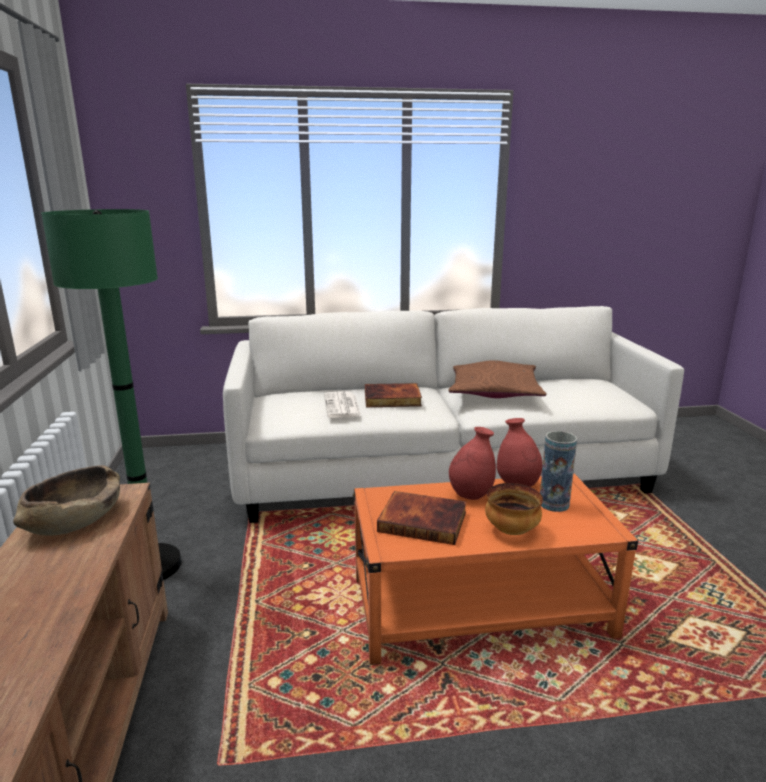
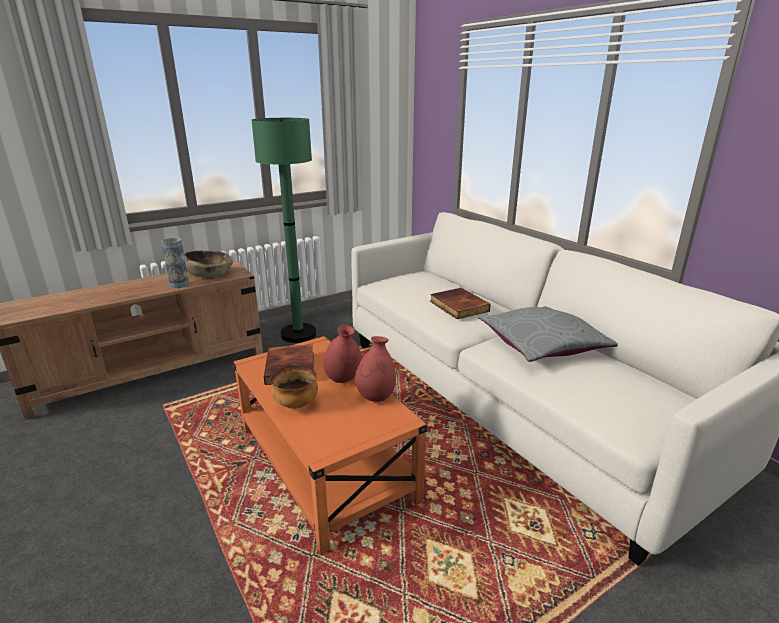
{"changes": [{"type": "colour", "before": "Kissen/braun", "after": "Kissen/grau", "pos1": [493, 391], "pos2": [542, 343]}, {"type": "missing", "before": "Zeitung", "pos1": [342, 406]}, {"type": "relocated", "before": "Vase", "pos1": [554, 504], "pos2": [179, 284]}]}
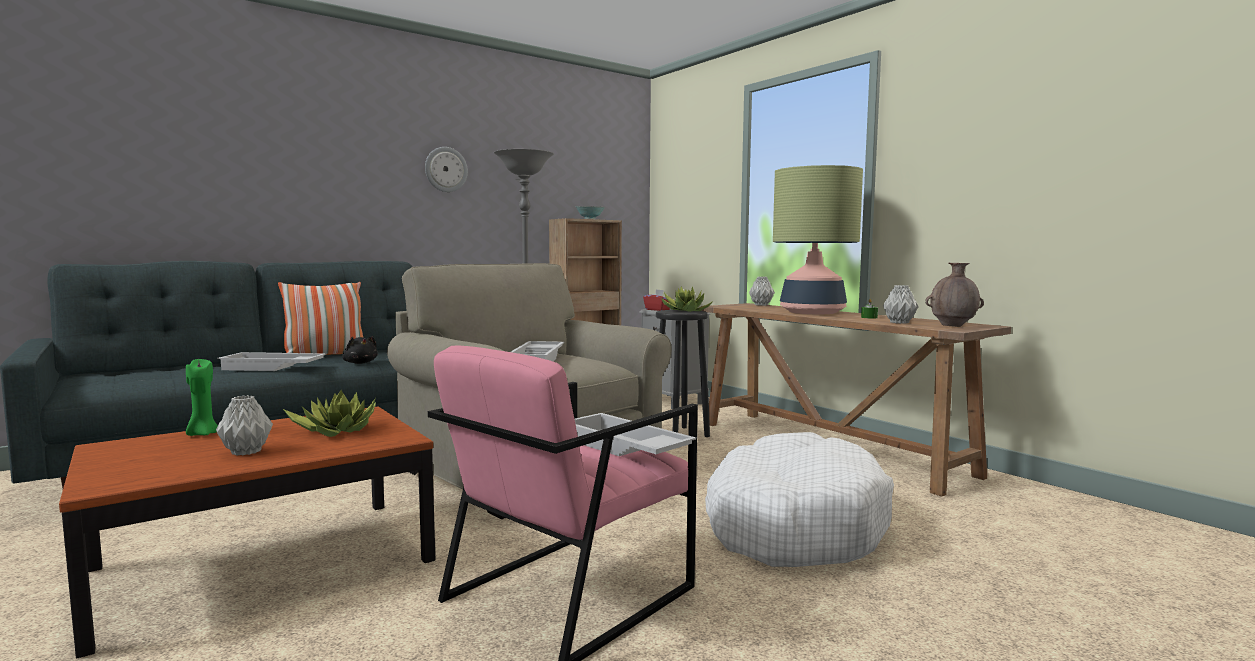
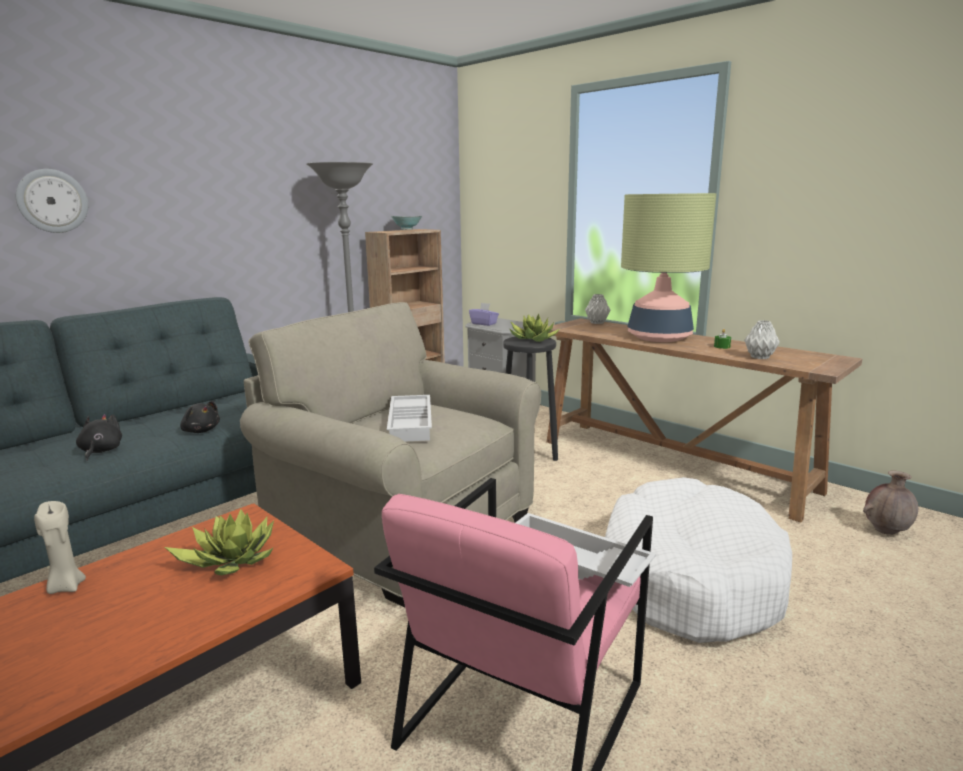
{"changes": [{"type": "relocated", "before": "Wanduhr", "pos1": [446, 169], "pos2": [52, 201]}, {"type": "relocated", "before": "Vase/braun", "pos1": [953, 326], "pos2": [886, 531]}, {"type": "missing", "before": "Kissen", "pos1": [325, 356]}, {"type": "colour", "before": "Taschentuchbox/rot", "after": "Taschentuchbox/lila", "pos1": [657, 310], "pos2": [484, 323]}, {"type": "exchanged", "before": "Tablett/weiß", "after": "Plüschtier/schwarz", "pos1": [271, 368], "pos2": [100, 451]}, {"type": "colour", "before": "Kerze/grün", "after": "Kerze/beige", "pos1": [202, 434], "pos2": [66, 587]}, {"type": "missing", "before": "Vase/grau", "pos1": [247, 452]}]}
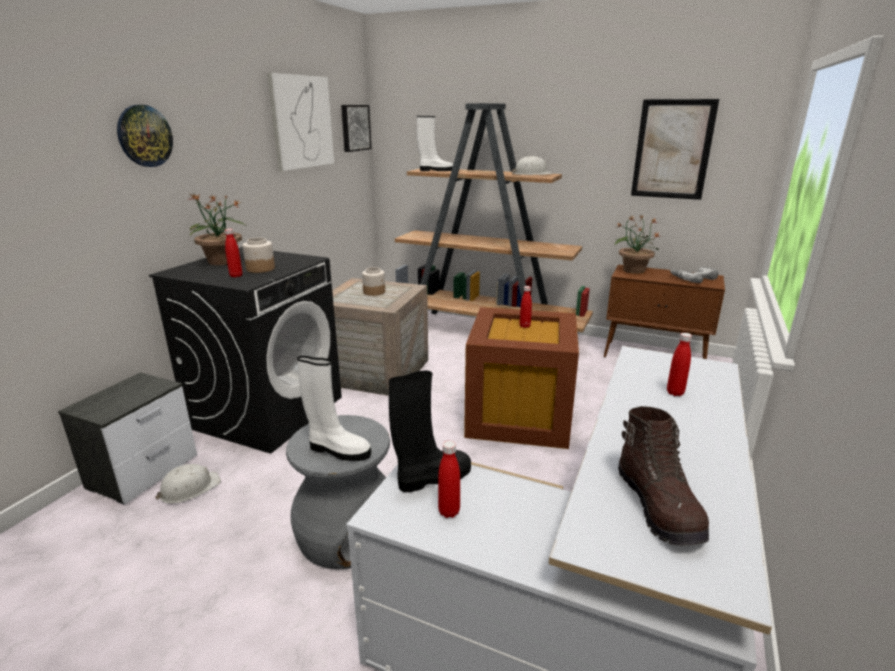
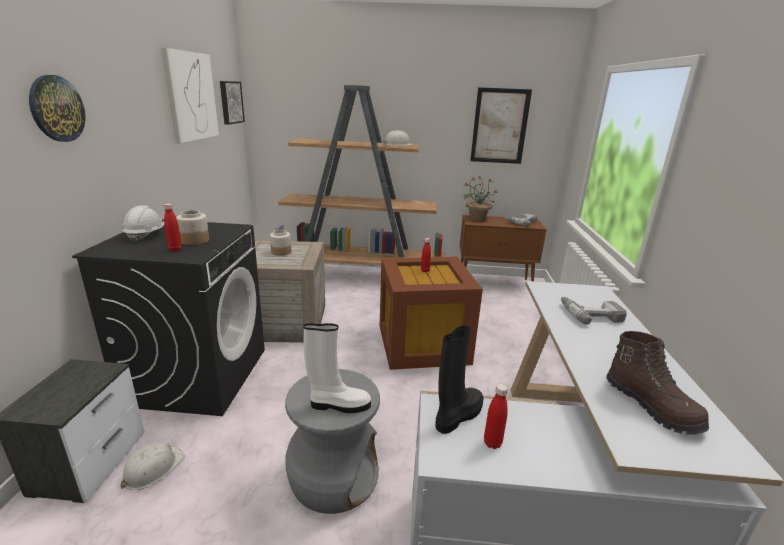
{"changes": [{"type": "missing", "before": "Stiefel/weiß", "pos1": [435, 170]}, {"type": "exchanged", "before": "Topfpflanze", "after": "Schutzhelm/weiß", "pos1": [222, 262], "pos2": [146, 236]}, {"type": "exchanged", "before": "Flasche/rot", "after": "Bohrmaschine", "pos1": [675, 393], "pos2": [589, 314]}]}
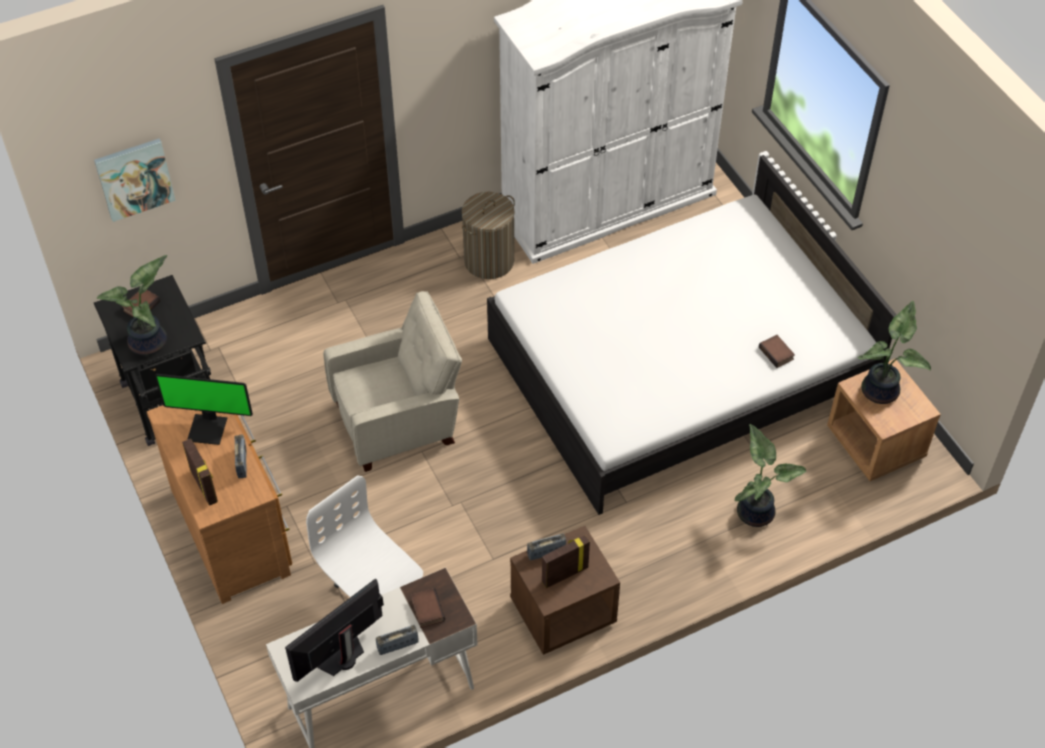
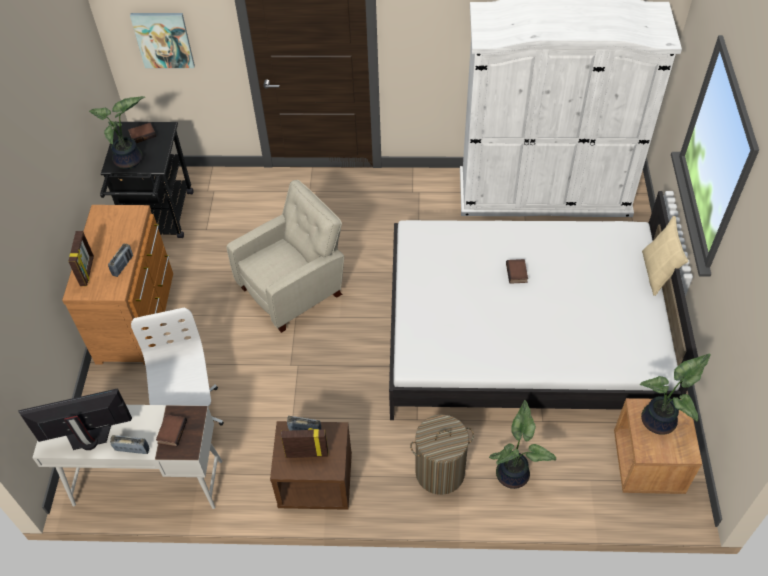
{"changes": [{"type": "relocated", "before": "Wäschekorb", "pos1": [489, 261], "pos2": [440, 472]}, {"type": "spun", "before": "Sessel/beige", "pos1": [399, 422], "pos2": [294, 290], "turn": -45}, {"type": "relocated", "before": "Buch", "pos1": [777, 353], "pos2": [517, 273]}, {"type": "missing", "before": "Monitor", "pos1": [208, 428]}, {"type": "appeared", "after": "Kissen/beige", "pos2": [657, 273]}]}
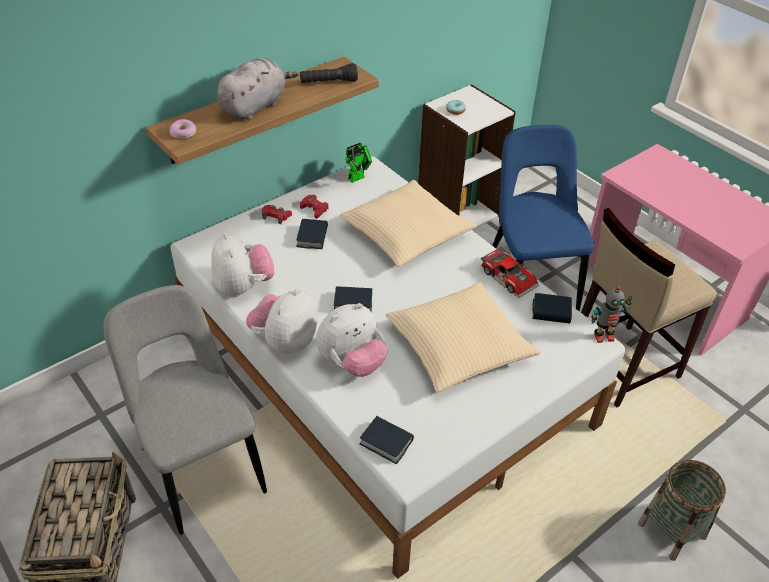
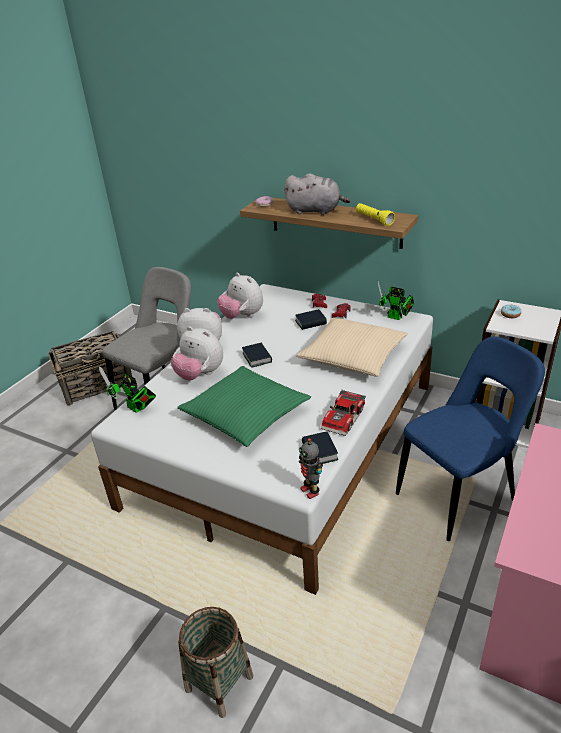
{"changes": [{"type": "colour", "before": "Taschenlampe/schwarz", "after": "Taschenlampe/gelb", "pos1": [328, 82], "pos2": [374, 220]}, {"type": "missing", "before": "Hocker/beige", "pos1": [621, 364]}, {"type": "spun", "before": "Plüschtier", "pos1": [243, 286], "pos2": [242, 316], "turn": 90}, {"type": "colour", "before": "Kissen/beige", "after": "Kissen/grün", "pos1": [459, 346], "pos2": [245, 414]}, {"type": "exchanged", "before": "Buch", "after": "Spielzeugroboter", "pos1": [386, 442], "pos2": [136, 409]}]}
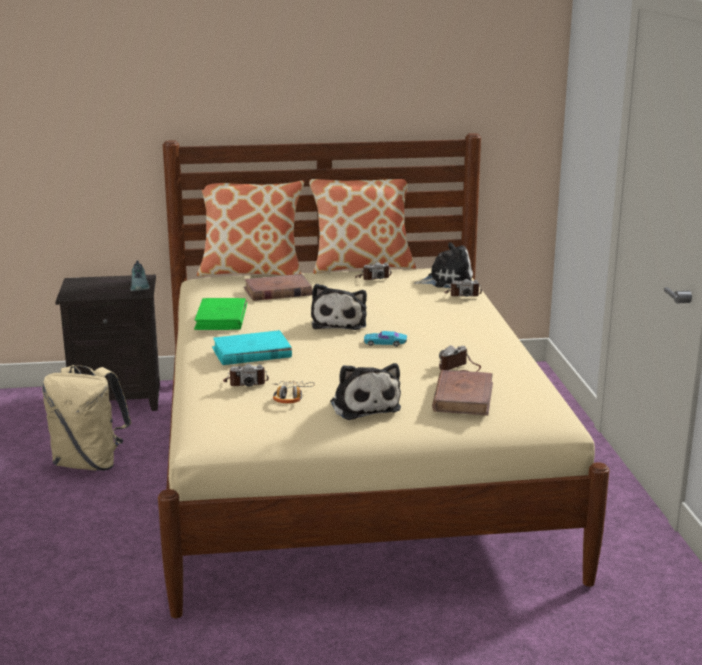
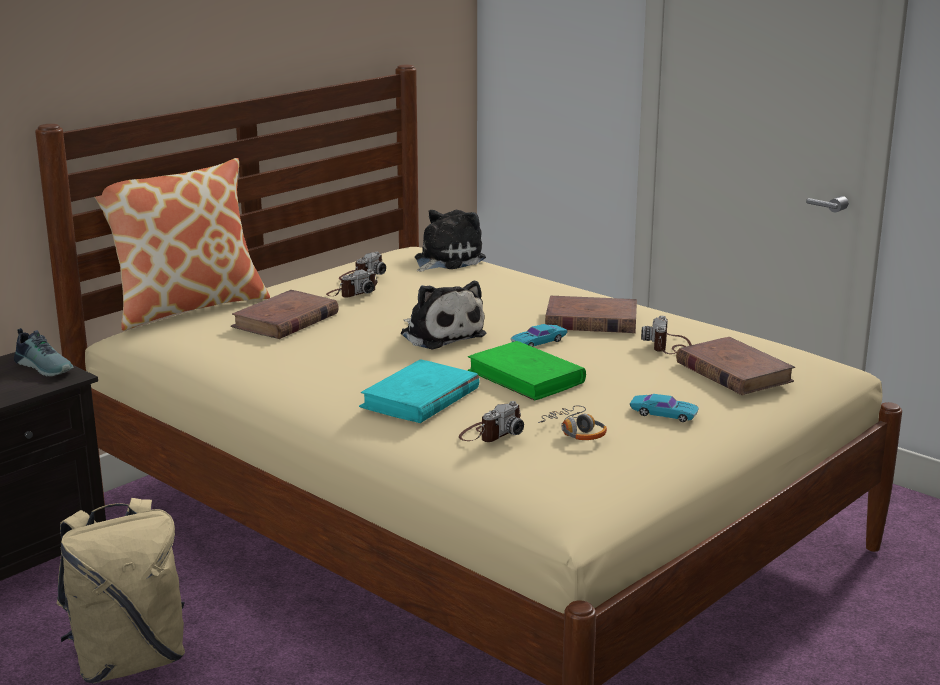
{"changes": [{"type": "missing", "before": "Kissen", "pos1": [362, 266]}, {"type": "relocated", "before": "Kamera", "pos1": [462, 294], "pos2": [352, 293]}, {"type": "relocated", "before": "Buch/grün", "pos1": [221, 318], "pos2": [526, 377]}, {"type": "exchanged", "before": "Plüschtier", "after": "Spielzeugauto/türkis", "pos1": [364, 405], "pos2": [663, 414]}, {"type": "appeared", "after": "Buch/braun", "pos2": [590, 321]}]}
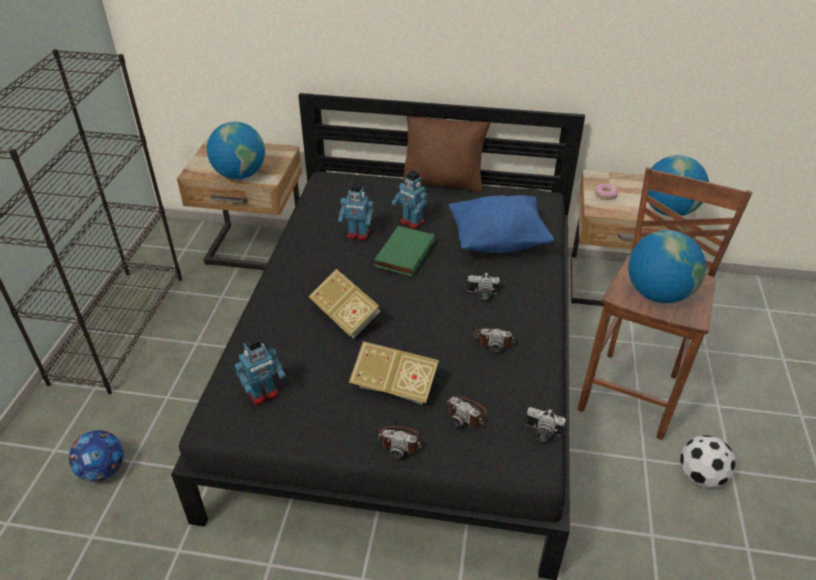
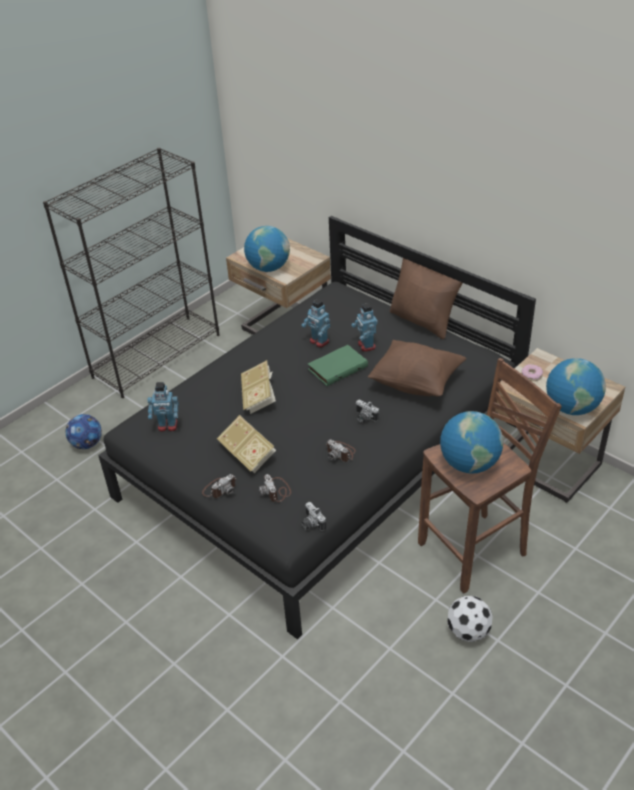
{"changes": [{"type": "colour", "before": "Kissen/blau", "after": "Kissen/braun", "pos1": [498, 241], "pos2": [416, 383]}, {"type": "spun", "before": "Kamera", "pos1": [400, 441], "pos2": [220, 489], "turn": -90}]}
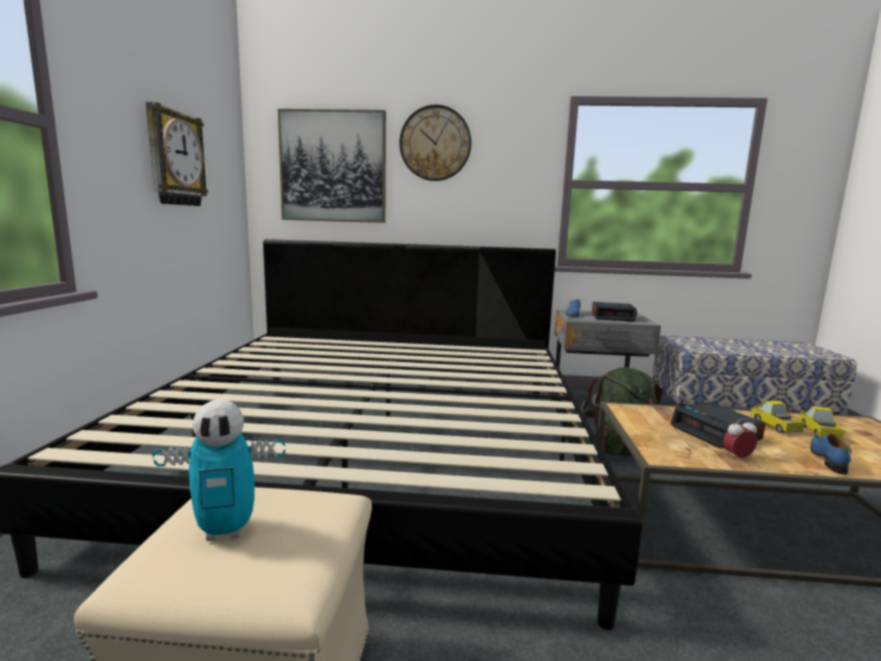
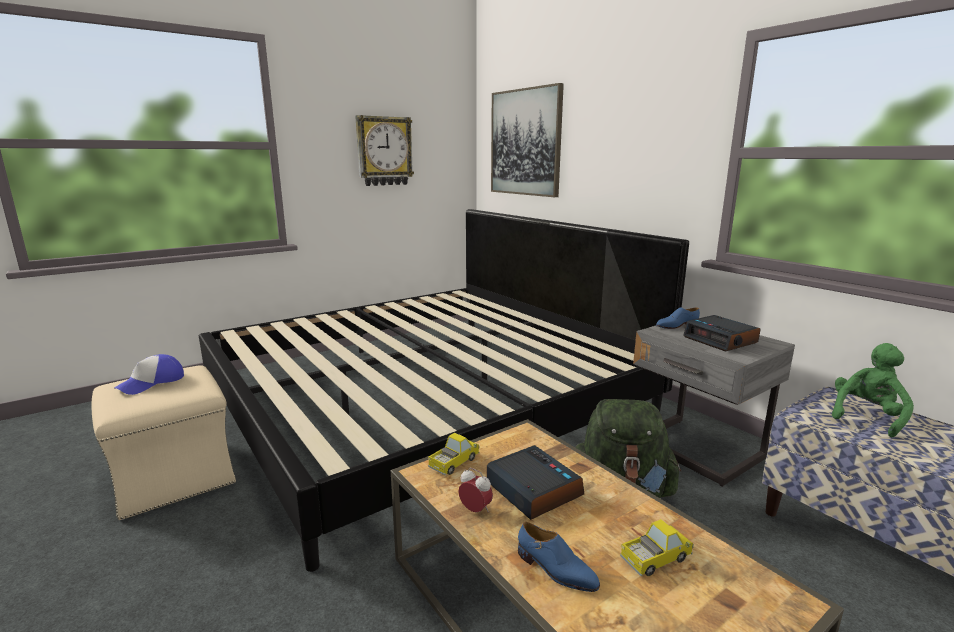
{"changes": [{"type": "missing", "before": "Wanduhr", "pos1": [435, 143]}, {"type": "exchanged", "before": "Spielzeugroboter", "after": "Kappe", "pos1": [226, 531], "pos2": [152, 383]}, {"type": "relocated", "before": "Spielzeuglaster", "pos1": [775, 426], "pos2": [454, 463]}, {"type": "spun", "before": "Wecker", "pos1": [716, 433], "pos2": [532, 489], "turn": 120}, {"type": "spun", "before": "Schuh/blau", "pos1": [828, 459], "pos2": [556, 570], "turn": 60}, {"type": "appeared", "after": "Plüschtier/grün", "pos2": [867, 416]}]}
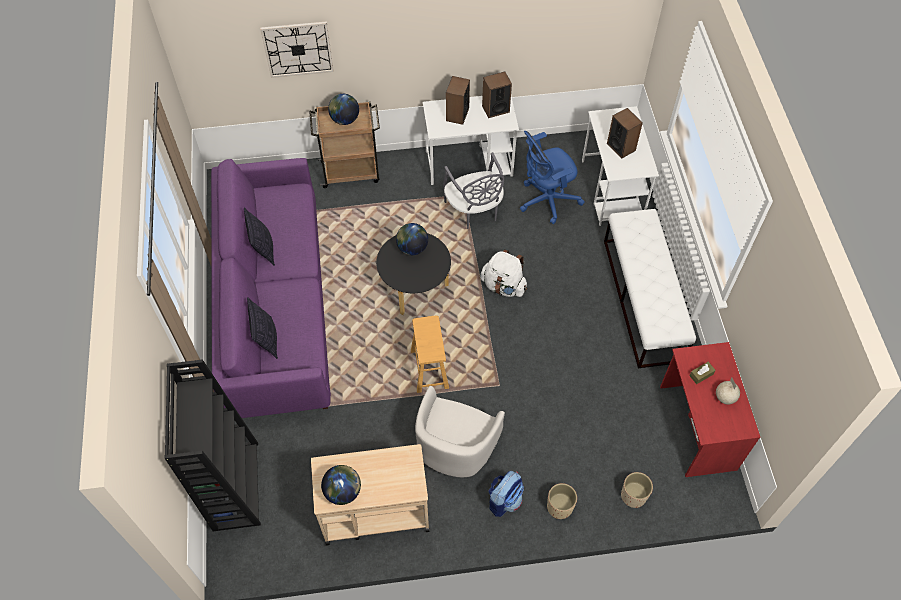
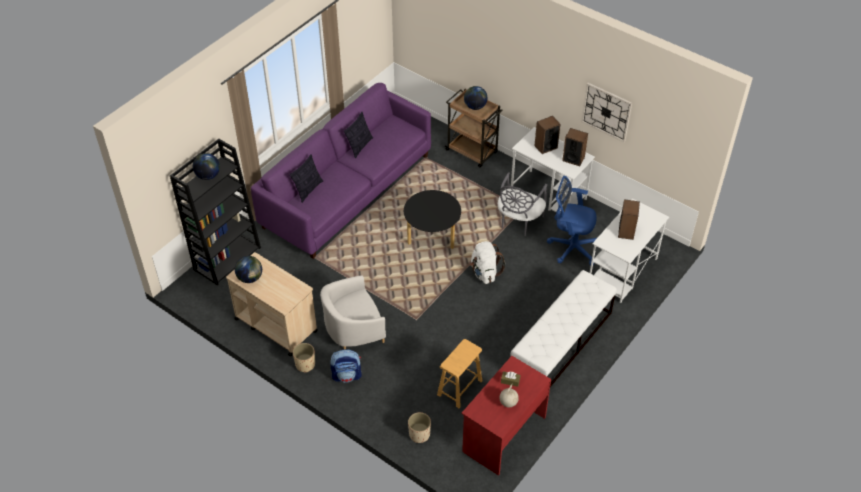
{"changes": [{"type": "relocated", "before": "Wanduhr", "pos1": [298, 49], "pos2": [606, 112]}, {"type": "relocated", "before": "Globus", "pos1": [412, 248], "pos2": [208, 175]}, {"type": "relocated", "before": "Hocker/braun", "pos1": [429, 369], "pos2": [459, 387]}, {"type": "relocated", "before": "Pflanzkübel/beige", "pos1": [560, 507], "pos2": [305, 364]}]}
